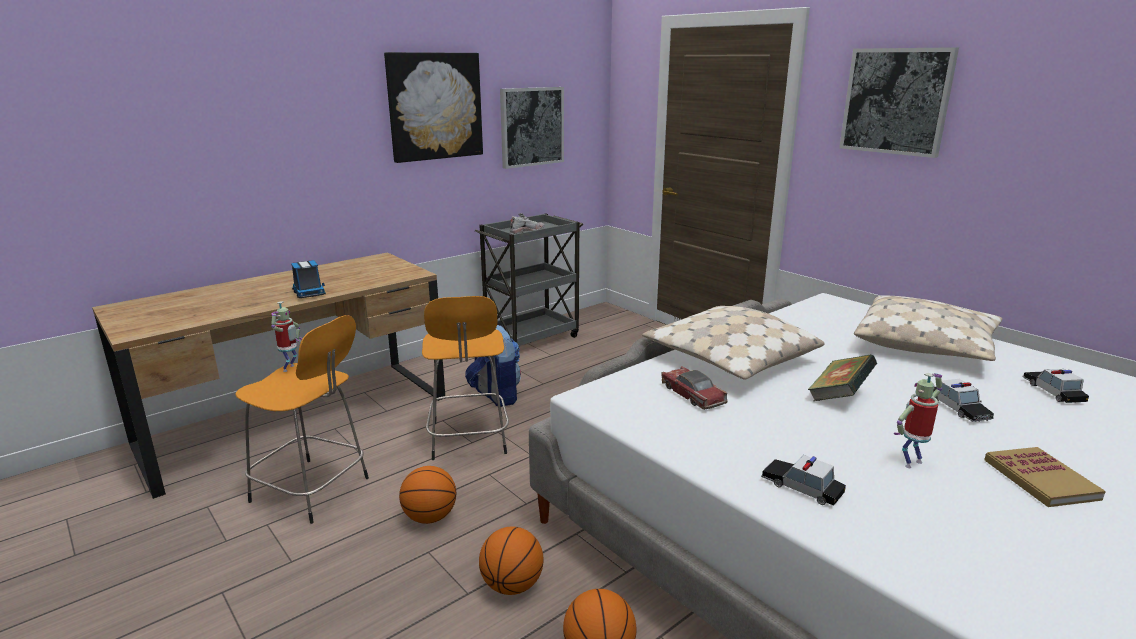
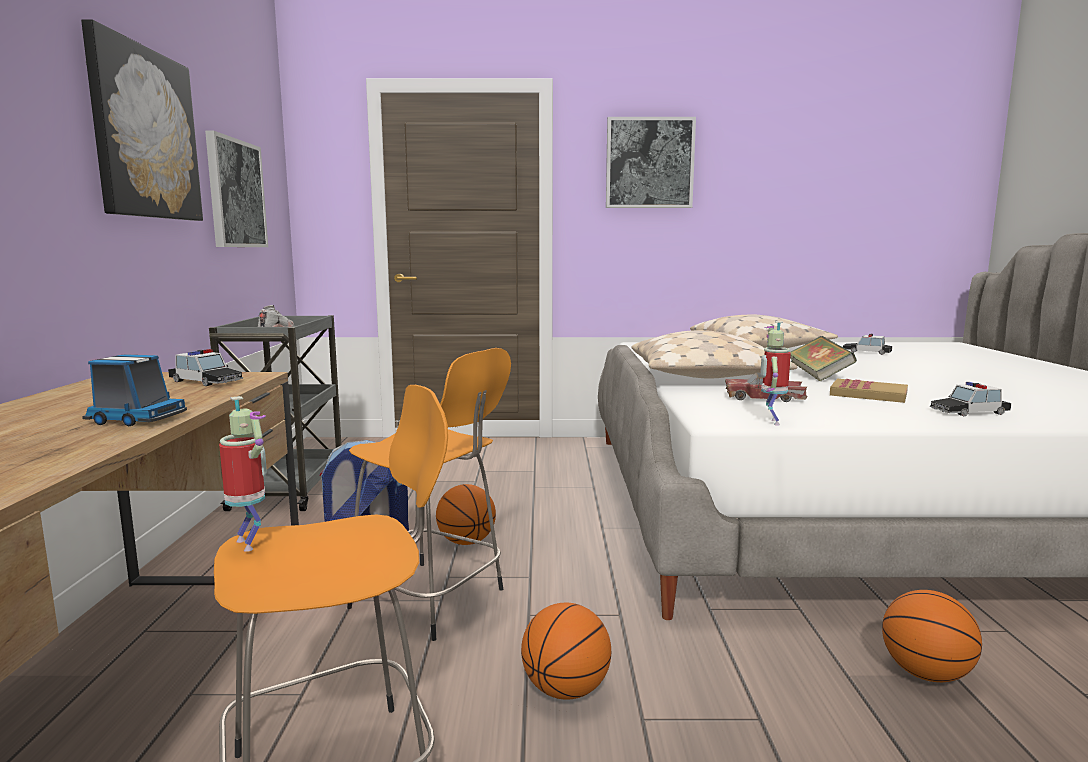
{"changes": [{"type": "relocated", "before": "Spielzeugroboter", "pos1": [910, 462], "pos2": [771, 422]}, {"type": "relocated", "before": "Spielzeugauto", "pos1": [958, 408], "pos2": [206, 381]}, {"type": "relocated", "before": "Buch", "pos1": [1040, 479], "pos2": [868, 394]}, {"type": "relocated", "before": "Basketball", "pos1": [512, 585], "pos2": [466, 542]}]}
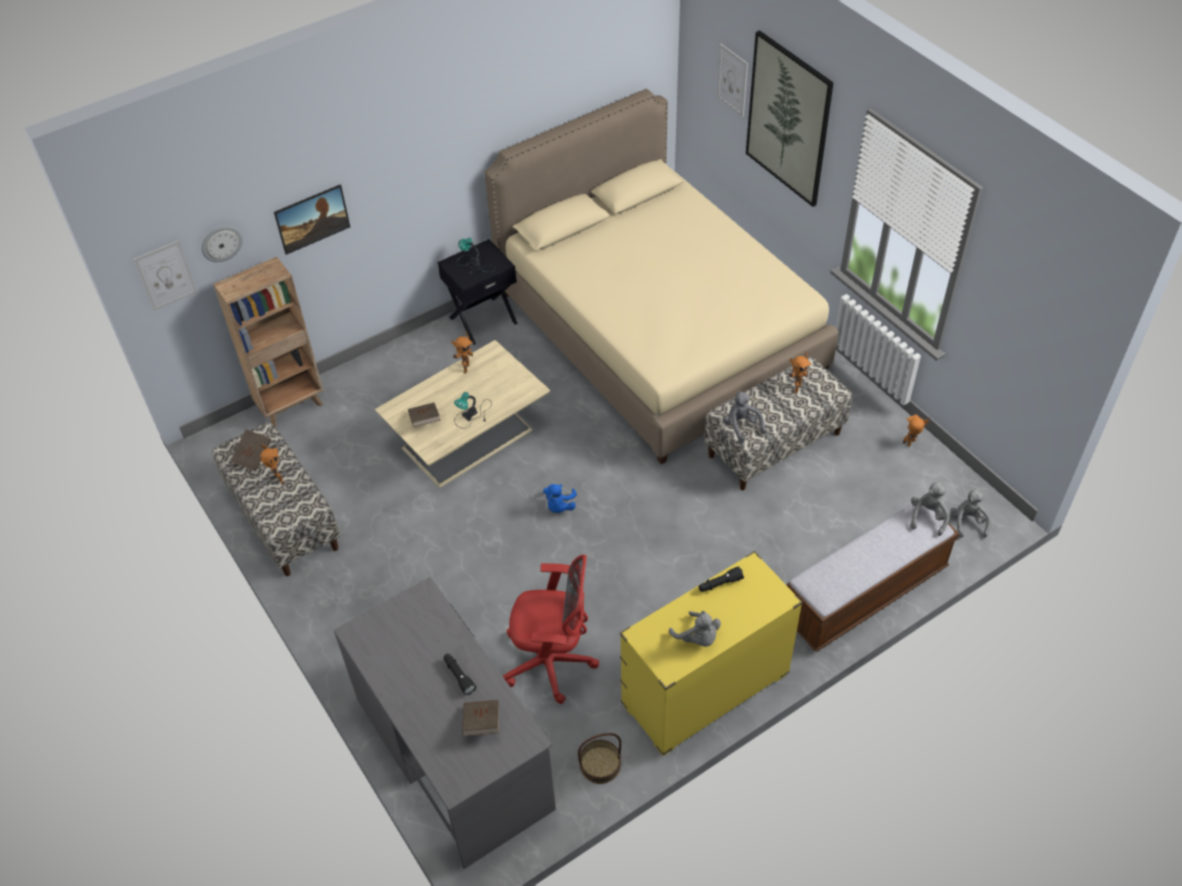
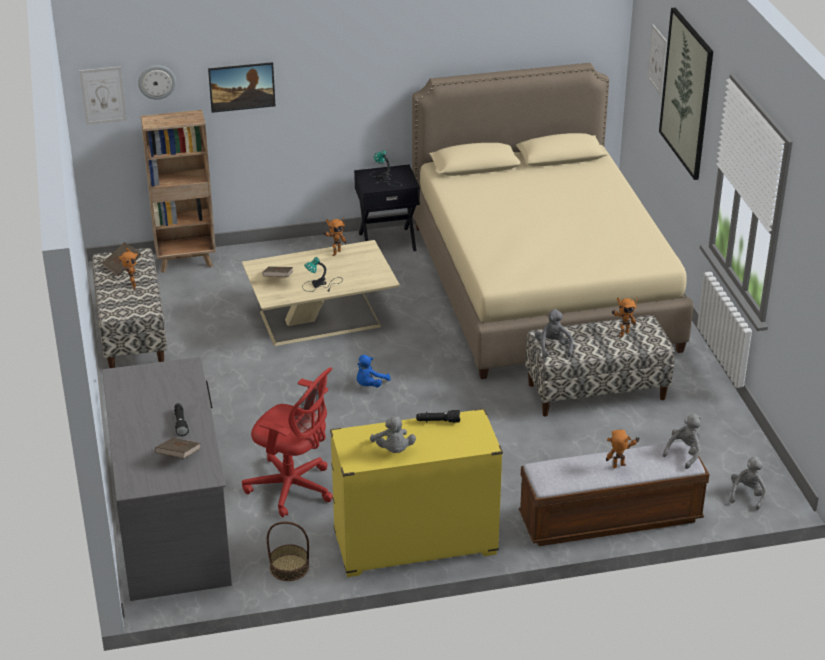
{"changes": [{"type": "relocated", "before": "Spielzeugroboter", "pos1": [913, 444], "pos2": [620, 467]}]}
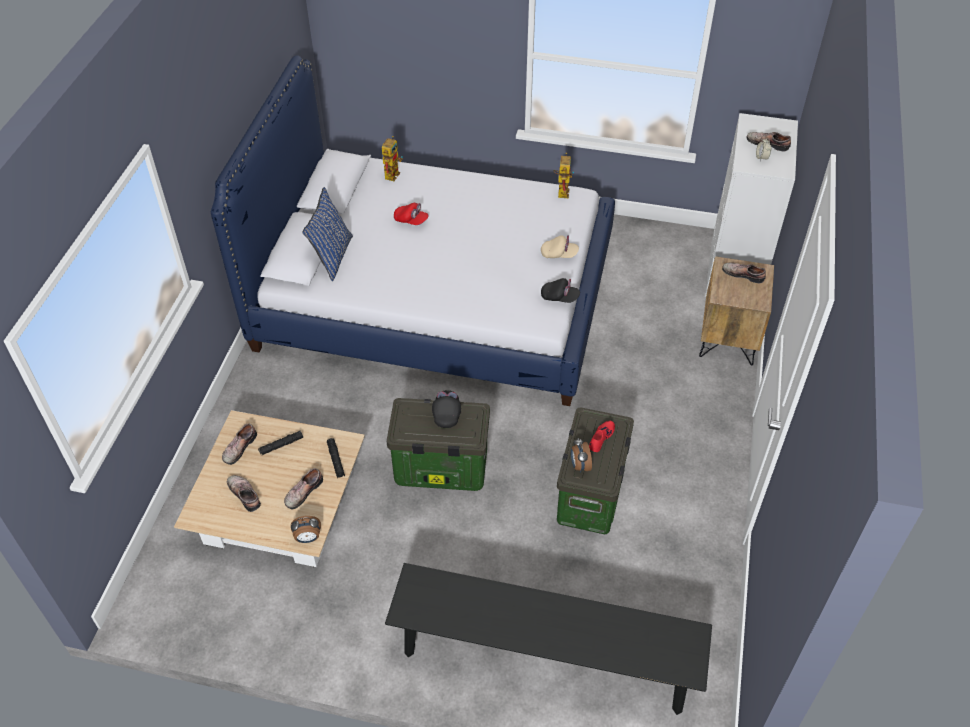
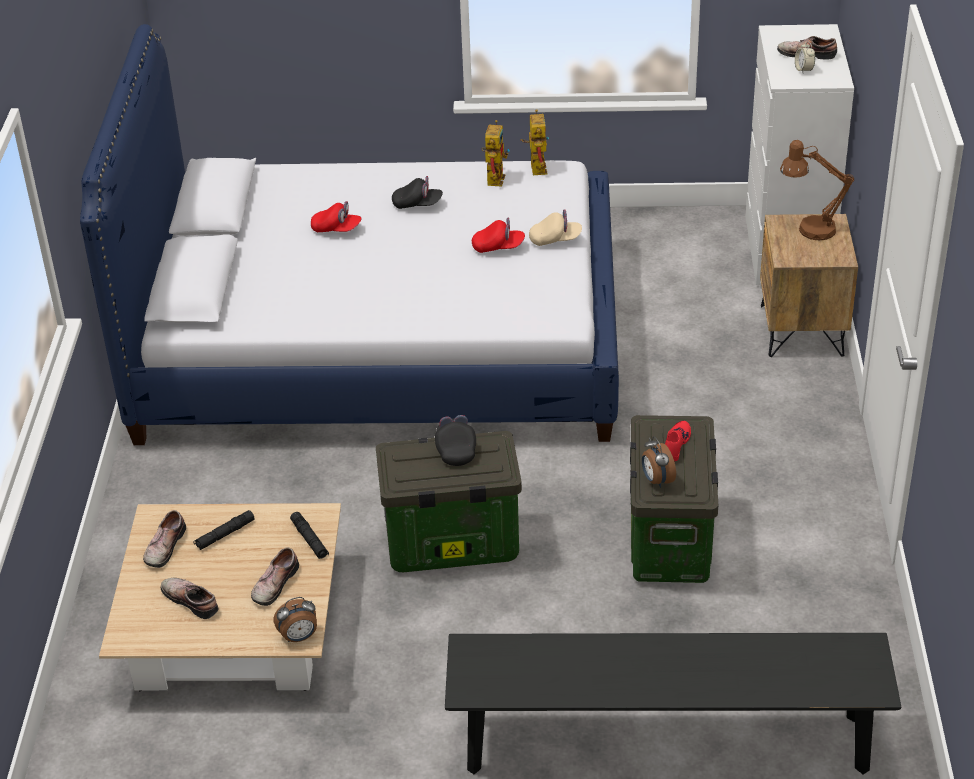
{"changes": [{"type": "relocated", "before": "Spielzeugroboter", "pos1": [392, 173], "pos2": [494, 177]}, {"type": "missing", "before": "Kissen/blau", "pos1": [332, 257]}, {"type": "exchanged", "before": "Schuh", "after": "Tischlampe/braun", "pos1": [743, 274], "pos2": [809, 229]}, {"type": "relocated", "before": "Kappe/schwarz", "pos1": [559, 297], "pos2": [417, 204]}, {"type": "appeared", "after": "Kappe/rot", "pos2": [498, 247]}]}
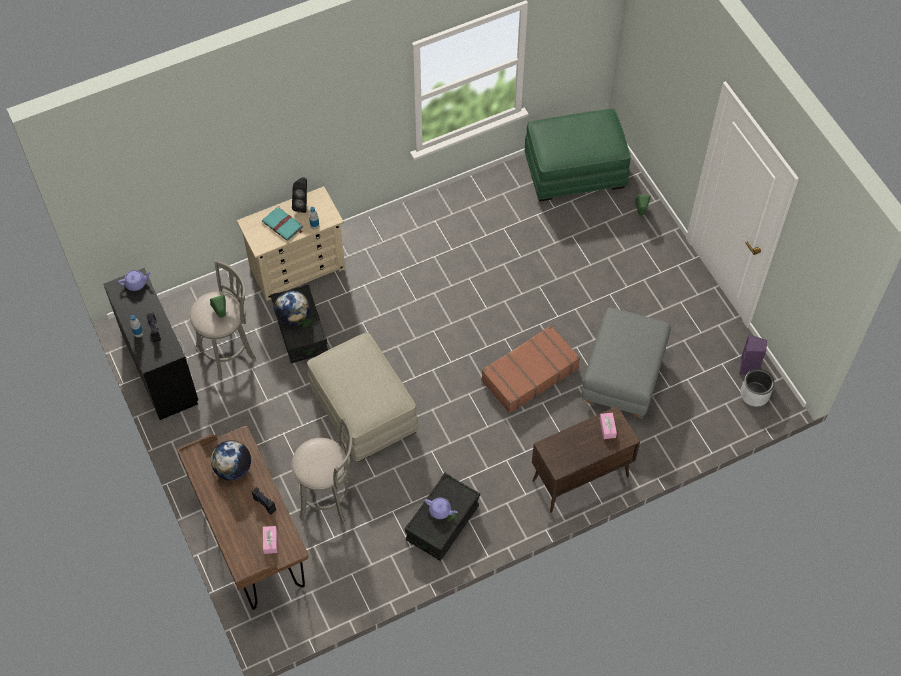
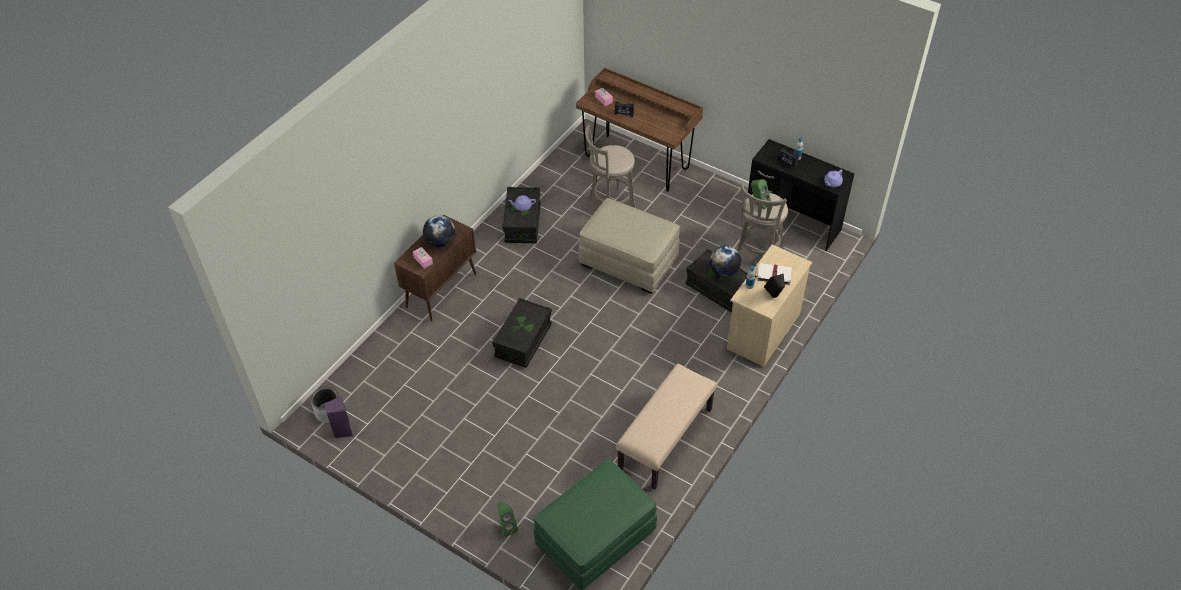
{"changes": [{"type": "colour", "before": "Buch/türkis", "after": "Buch/weiß", "pos1": [283, 225], "pos2": [773, 274]}, {"type": "missing", "before": "Polsterhocker/grau", "pos1": [621, 378]}, {"type": "exchanged", "before": "Koffer/braun", "after": "Aufbewahrungsbox/schwarz", "pos1": [529, 374], "pos2": [523, 341]}, {"type": "relocated", "before": "Globus", "pos1": [233, 468], "pos2": [441, 242]}, {"type": "appeared", "after": "Bank/beige", "pos2": [666, 439]}]}
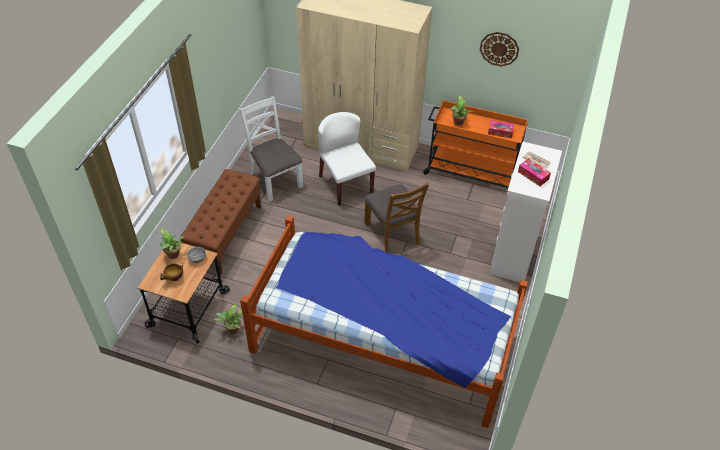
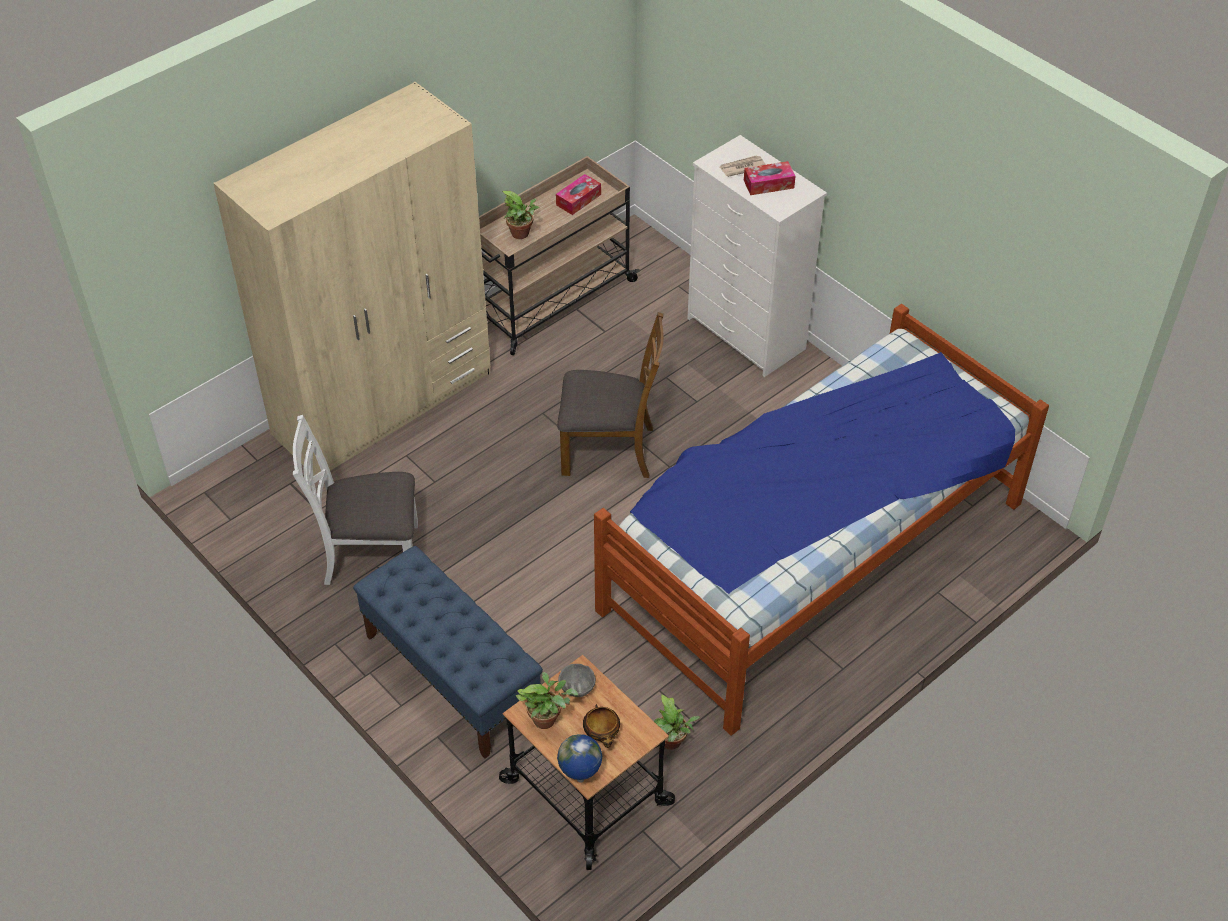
{"changes": [{"type": "missing", "before": "Wanduhr", "pos1": [499, 48]}, {"type": "colour", "before": "Rollwagen/orange", "after": "Rollwagen/beige", "pos1": [470, 172], "pos2": [550, 300]}, {"type": "missing", "before": "Stuhl/weiß", "pos1": [345, 184]}, {"type": "colour", "before": "Bank/braun", "after": "Bank/blau", "pos1": [226, 235], "pos2": [451, 675]}, {"type": "appeared", "after": "Globus", "pos2": [580, 780]}]}
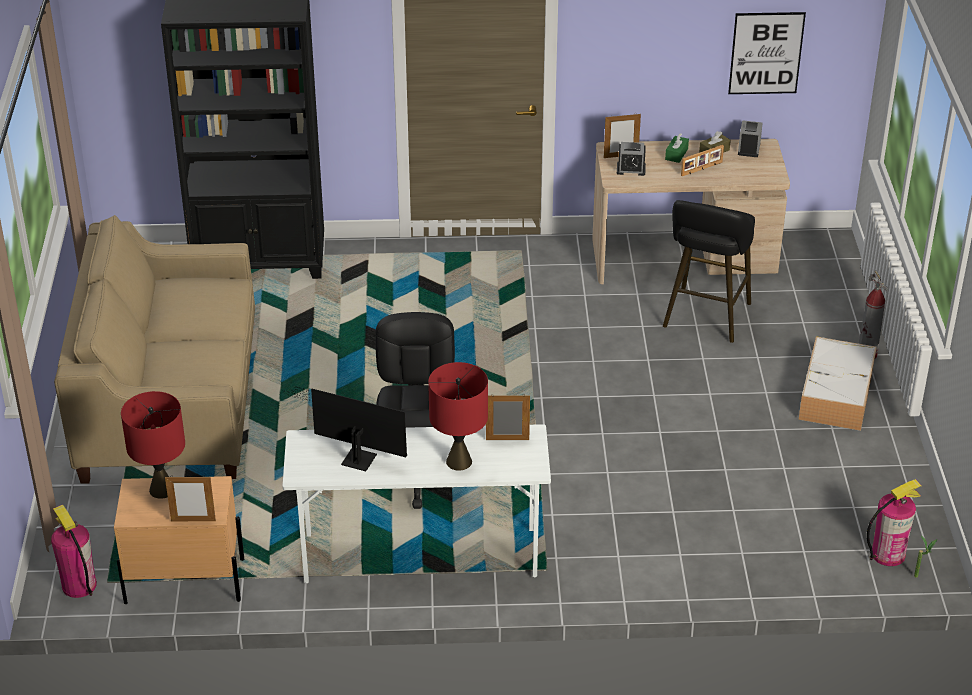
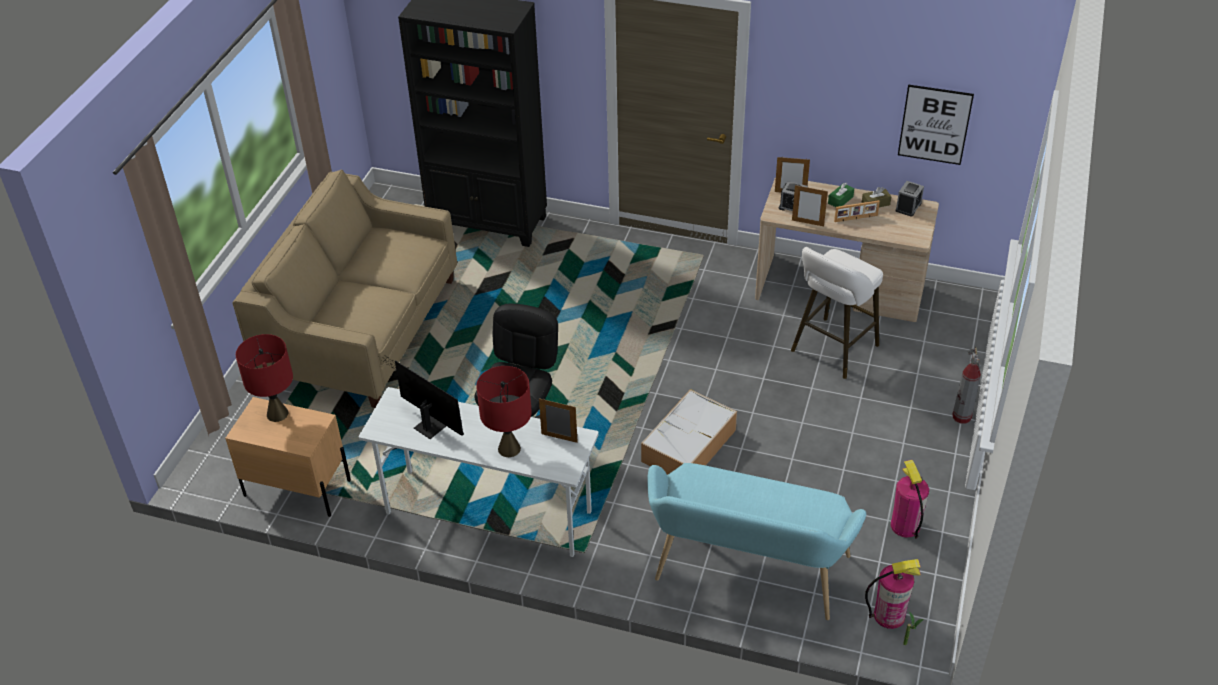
{"changes": [{"type": "colour", "before": "Hocker/schwarz", "after": "Hocker/weiß", "pos1": [705, 318], "pos2": [832, 351]}, {"type": "relocated", "before": "Aufbewahrungsbox", "pos1": [836, 395], "pos2": [688, 446]}, {"type": "relocated", "before": "Bilderrahmen", "pos1": [193, 521], "pos2": [807, 223]}, {"type": "relocated", "before": "Feuerlöscher", "pos1": [79, 585], "pos2": [905, 526]}, {"type": "appeared", "after": "Bank/türkis", "pos2": [747, 574]}]}
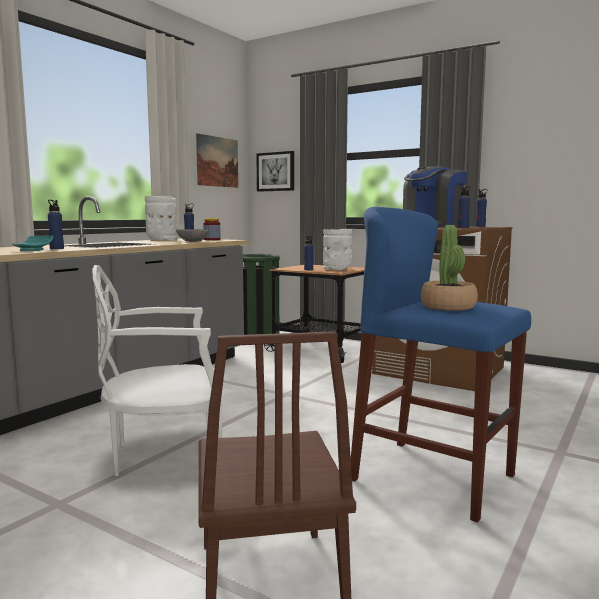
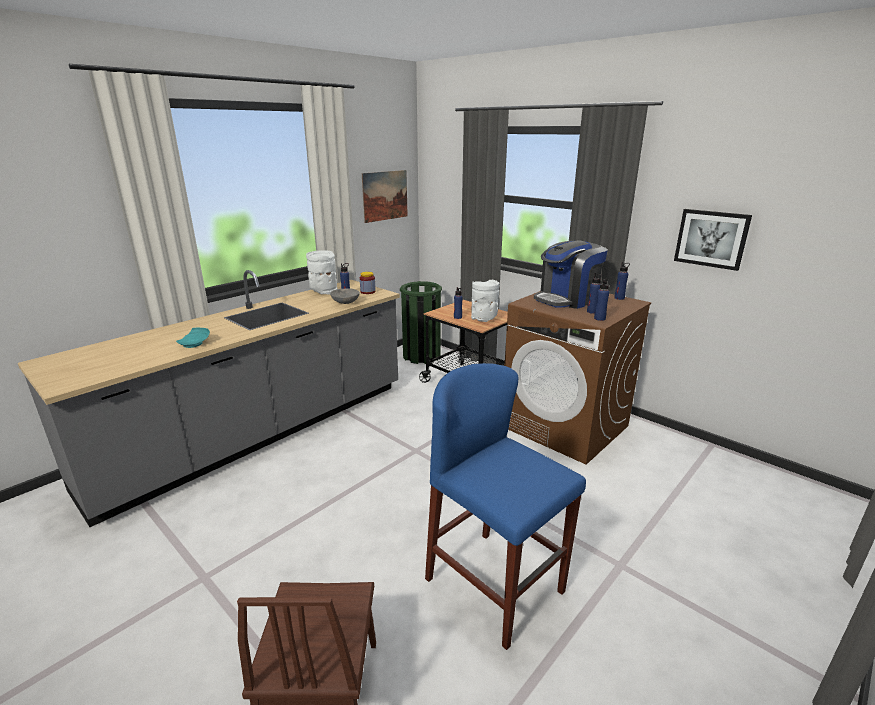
{"changes": [{"type": "relocated", "before": "Bild", "pos1": [276, 171], "pos2": [711, 238]}, {"type": "relocated", "before": "Flasche/blau", "pos1": [56, 248], "pos2": [599, 318]}, {"type": "missing", "before": "Topfpflanze", "pos1": [448, 307]}, {"type": "missing", "before": "Stuhl/weiß", "pos1": [165, 454]}]}
